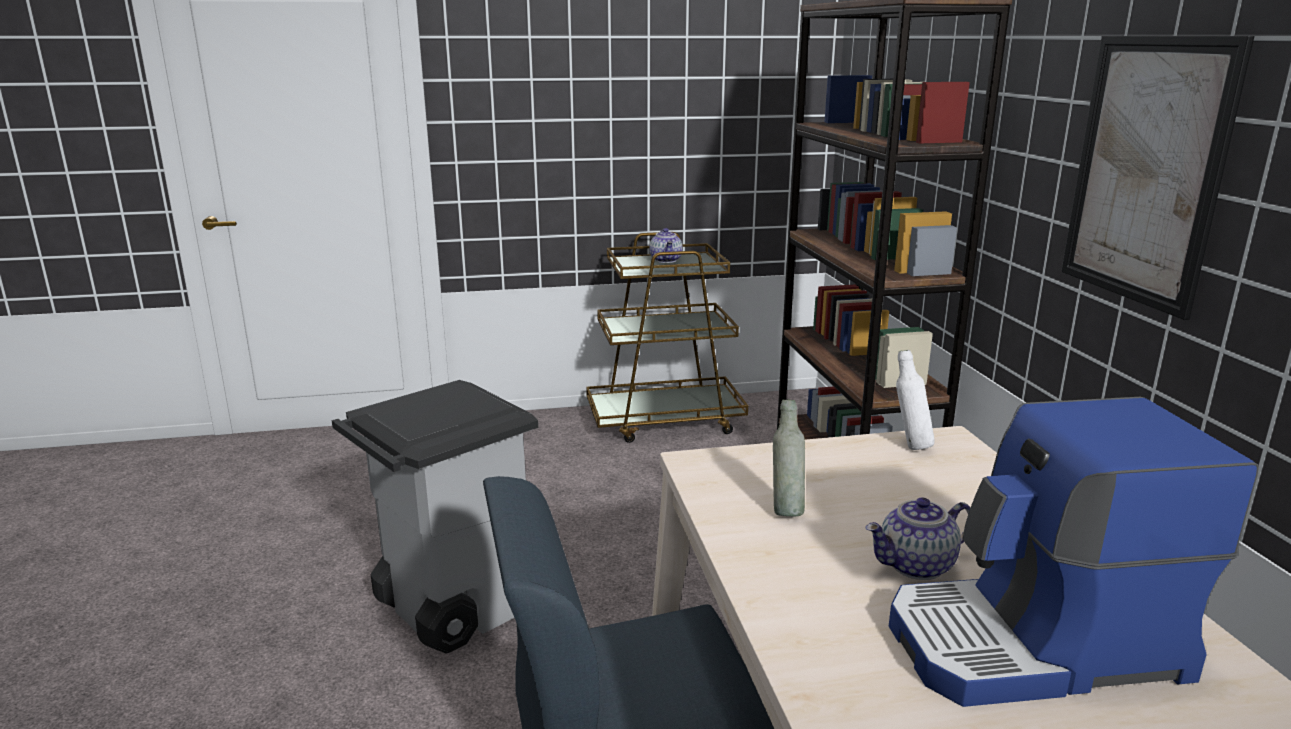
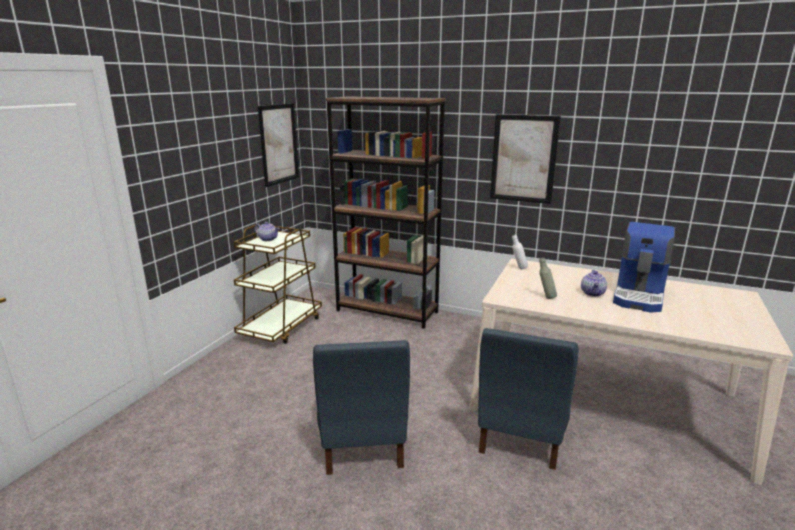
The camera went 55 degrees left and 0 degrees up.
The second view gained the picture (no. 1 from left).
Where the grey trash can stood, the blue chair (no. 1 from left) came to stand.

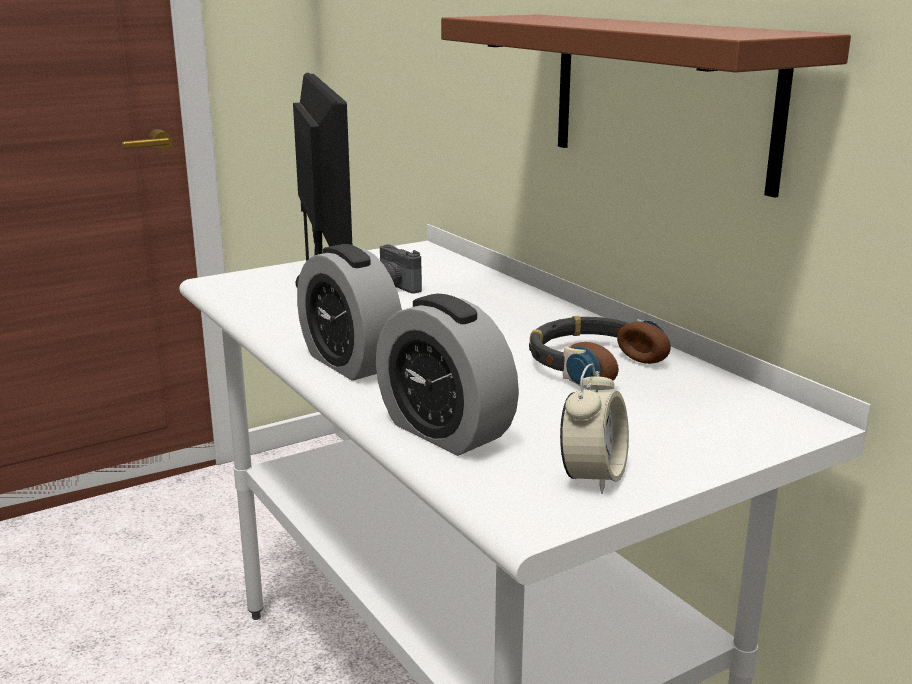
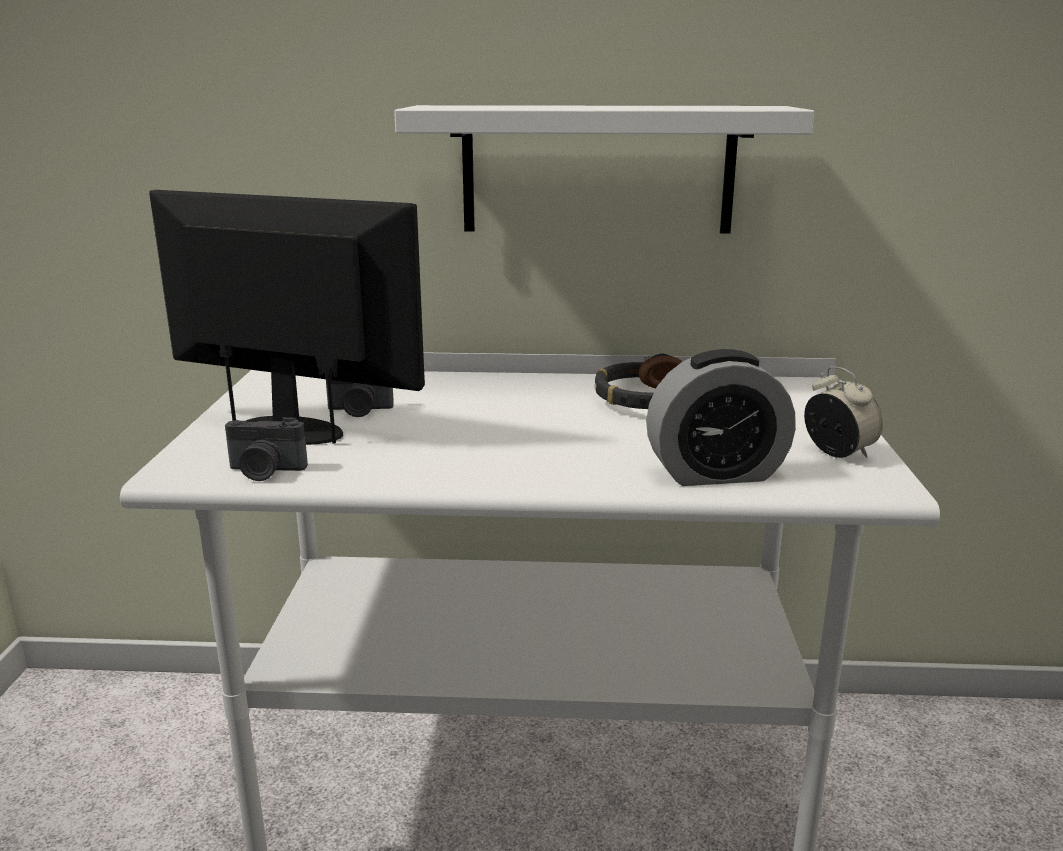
The camera went 55 degrees left and 0 degrees up.
The second view gained the photo camera (no. 1 from left).
What was the brown shelf turned into the white shelf.
The second view lost the alarm clock (no. 1 from left).

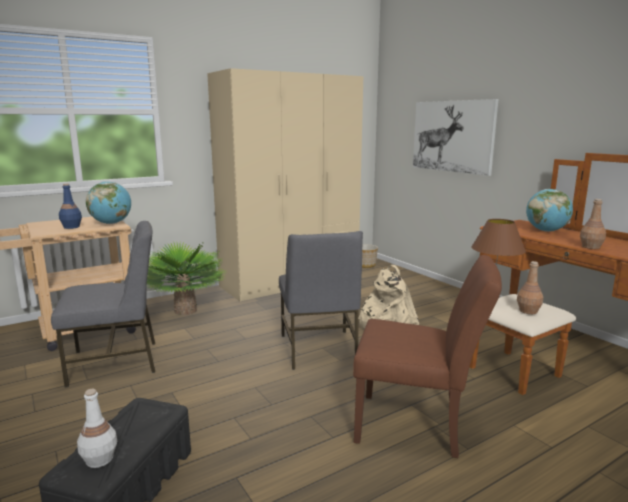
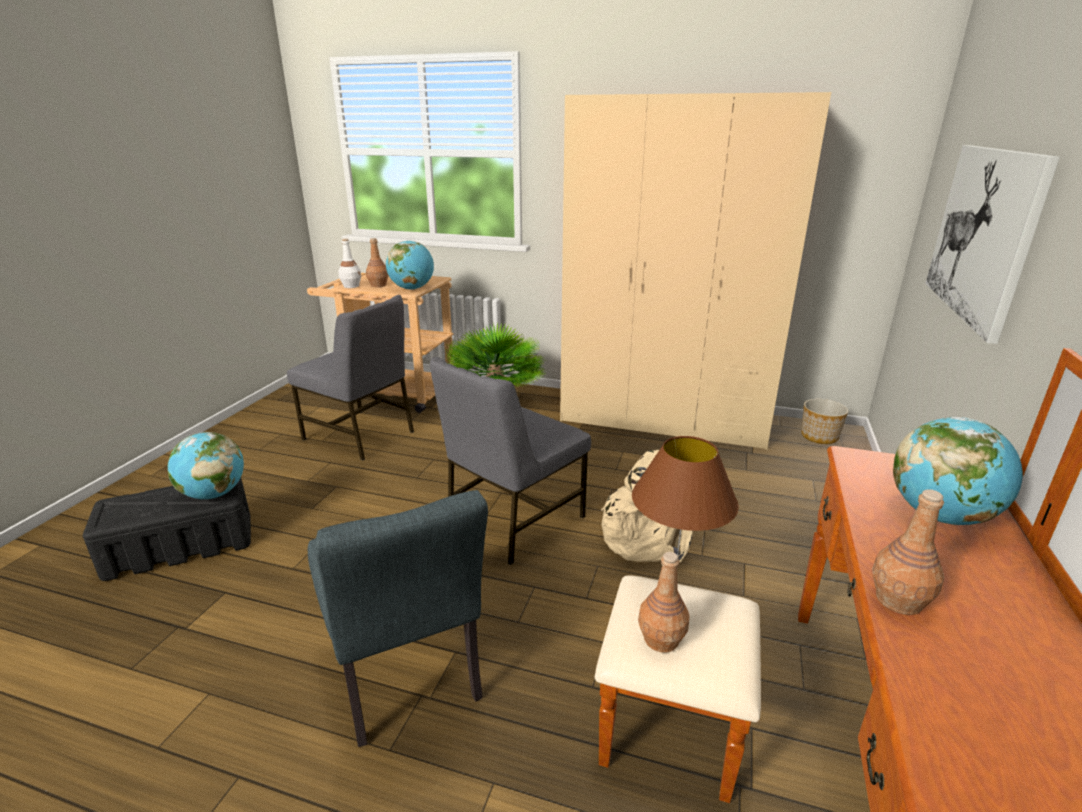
The camera went 50 degrees right and 10 degrees up.
The second view gained the globe (no. 1 from left).
What was the brown chair turned into the grey chair (no. 2 from left).
The white bottle ended up elsewhere.
What was the blue bottle turned into the brown bottle (no. 1 from left).

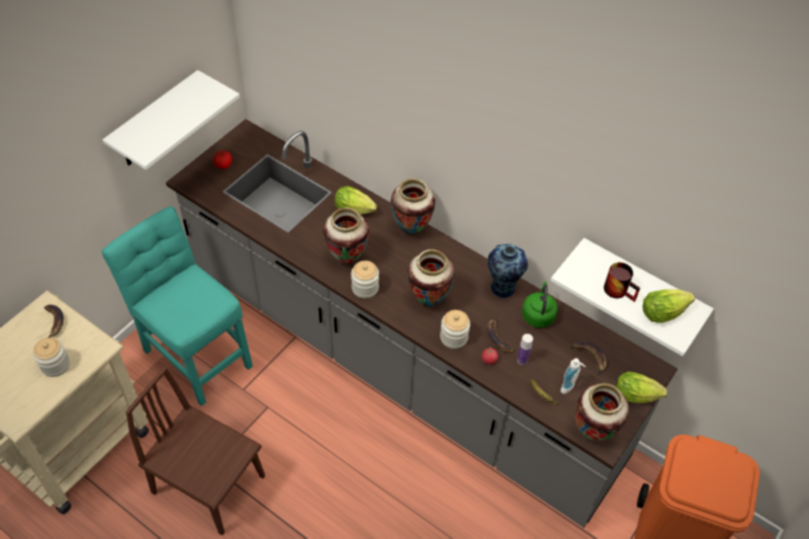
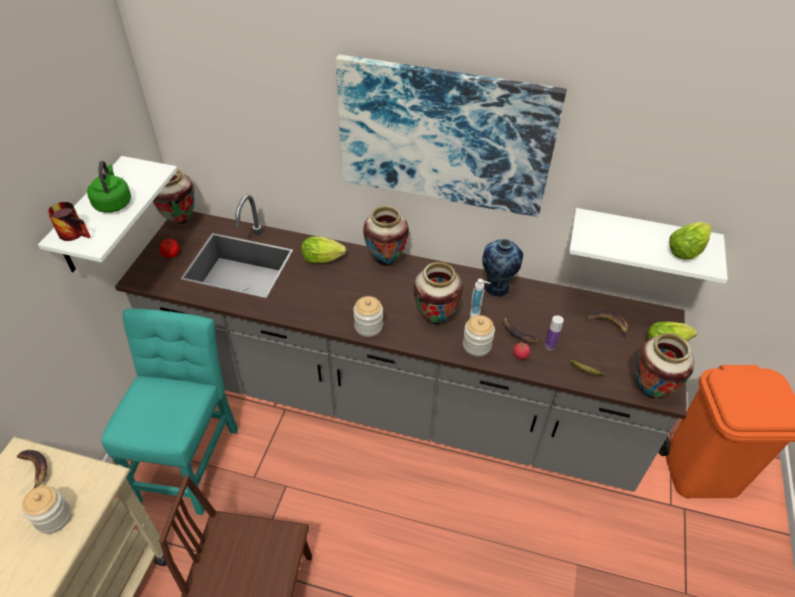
The camera went 20 degrees left and 5 degrees down.
The mug ended up elsewhere.
The green kettle ended up elsewhere.
The turquoise chair ended up facing another way, 75 degrees clockwise from before.
The vase (no. 1 from left) ended up elsewhere.
The second view gained the picture.
The soap dispenser ended up elsewhere.

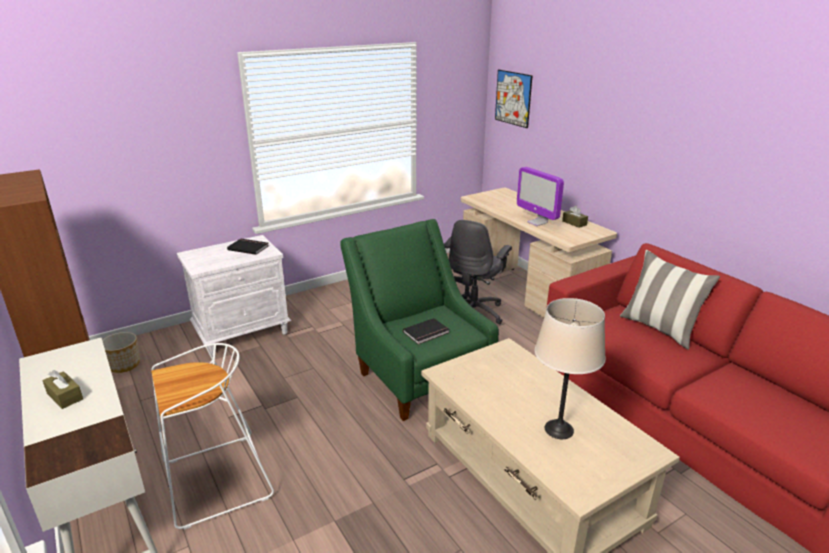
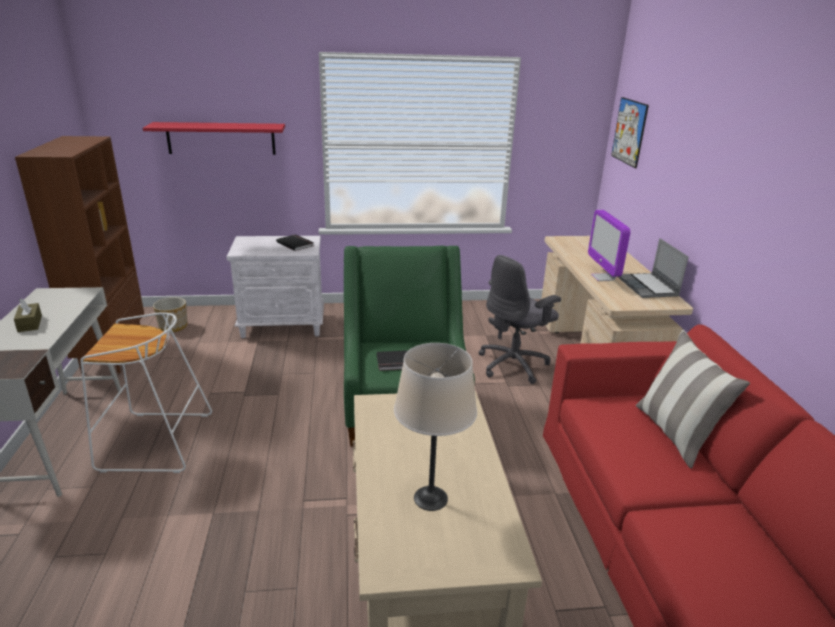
The camera went 25 degrees right and 0 degrees up.
The second view gained the red shelf.
Where the brown tissue box (no. 2 from left) stood, the laptop came to stand.

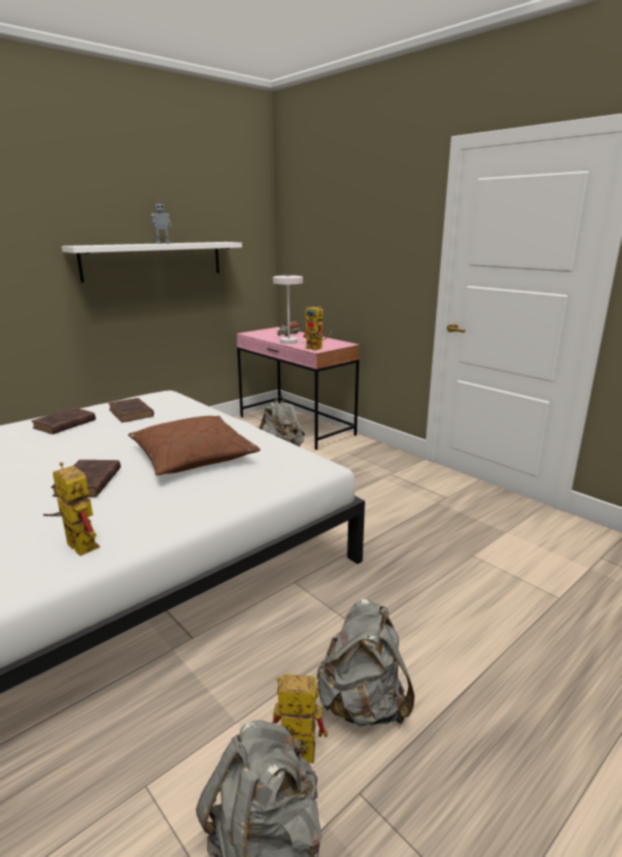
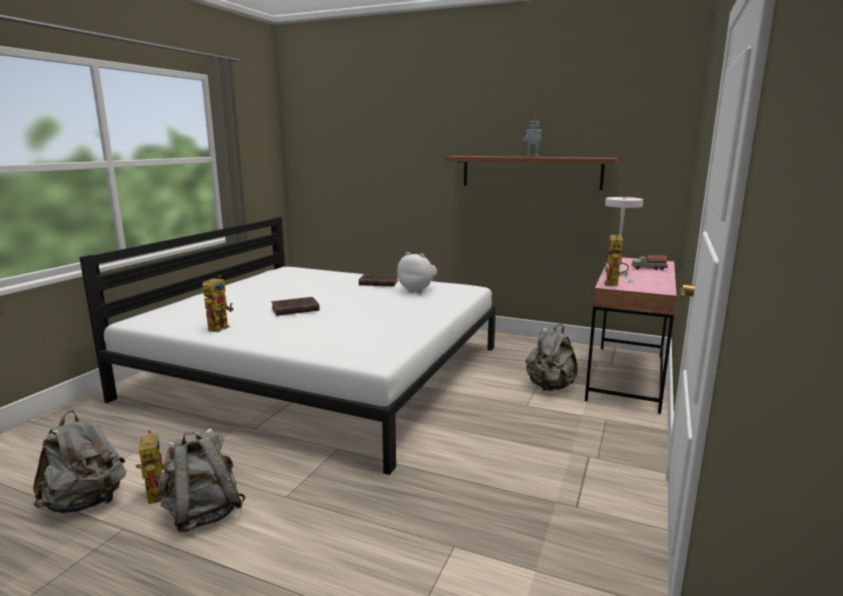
The camera went 65 degrees right and 5 degrees down.
Where the brown book (no. 3 from left) stood, the plush toy came to stand.
What was the white shelf turned into the brown shelf.
The second view lost the brown pillow.

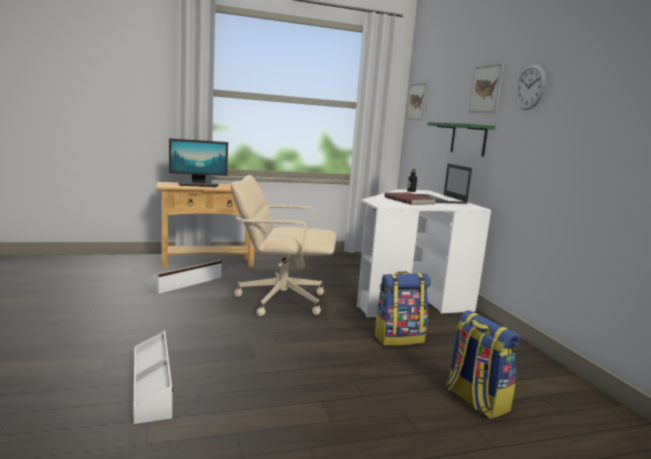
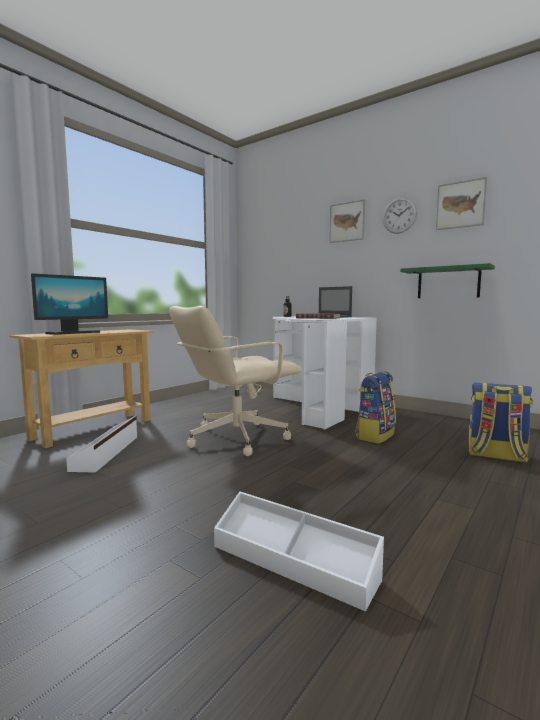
The camera went 35 degrees left and 5 degrees down.
The green shelf ended up elsewhere.
The picture (no. 1 from left in the first image) ended up elsewhere.

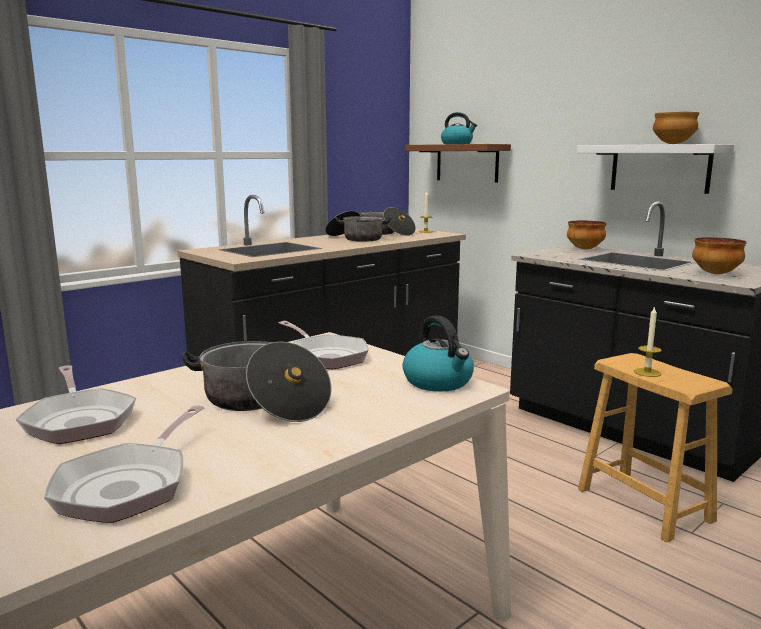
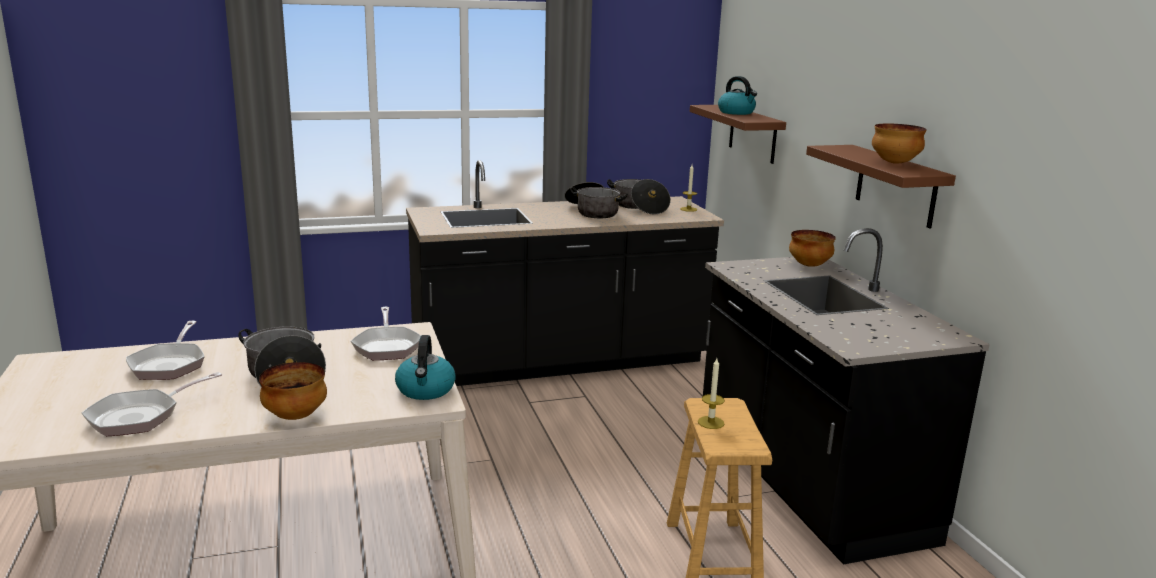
The camera went 25 degrees right and 5 degrees up.
The bowl (no. 3 from left in the first image) ended up elsewhere.
What was the white shelf turned into the brown shelf (no. 2 from left).

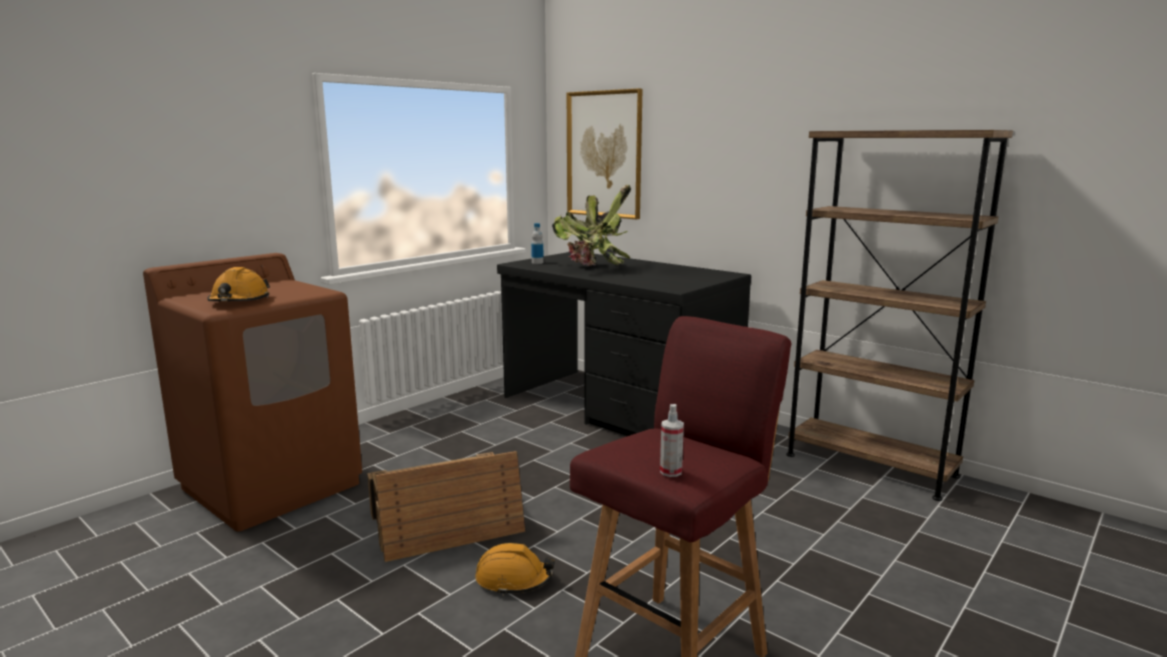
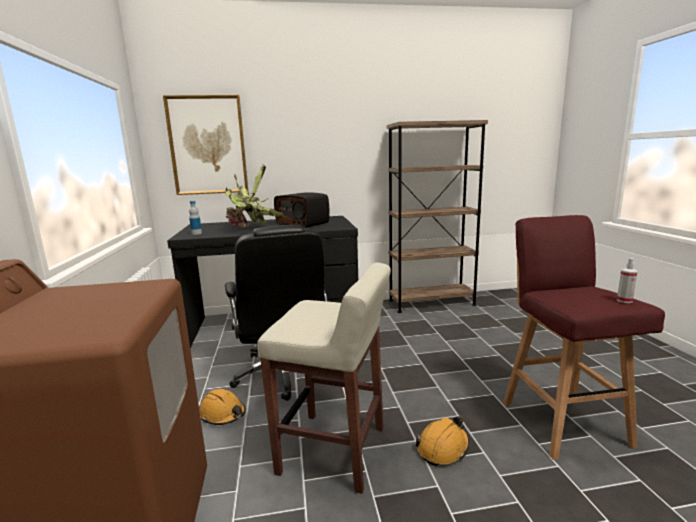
The camera went 50 degrees left and 0 degrees up.
The orange hard hat (no. 1 from left) ended up elsewhere.
The second view gained the black office chair.
Where the crate stood, the beige stool came to stand.
The second view gained the radio.

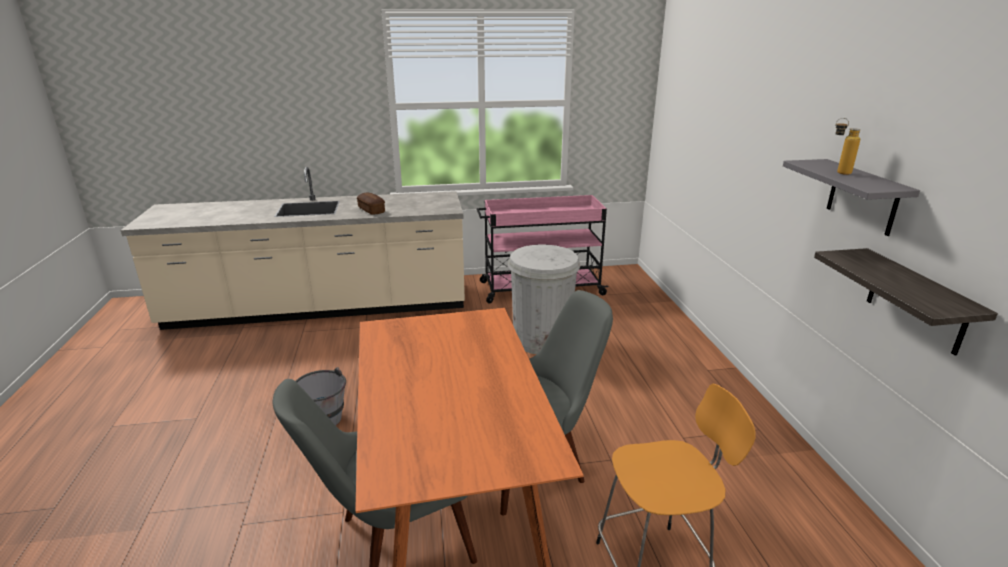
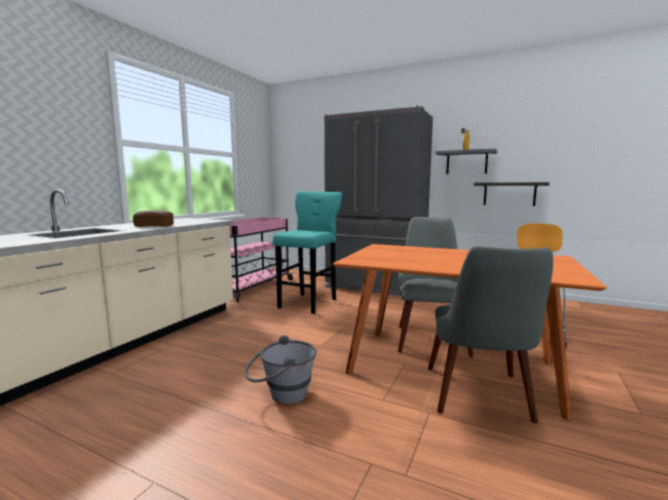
The camera went 55 degrees left and 15 degrees down.
Where the white trash can stood, the turquoise stool came to stand.
The second view gained the grey fridge.

